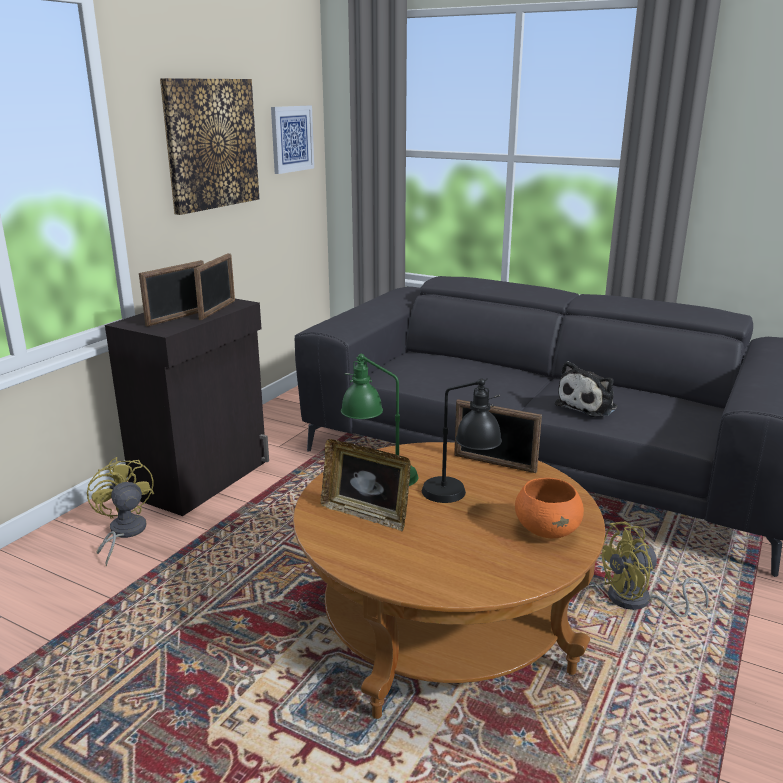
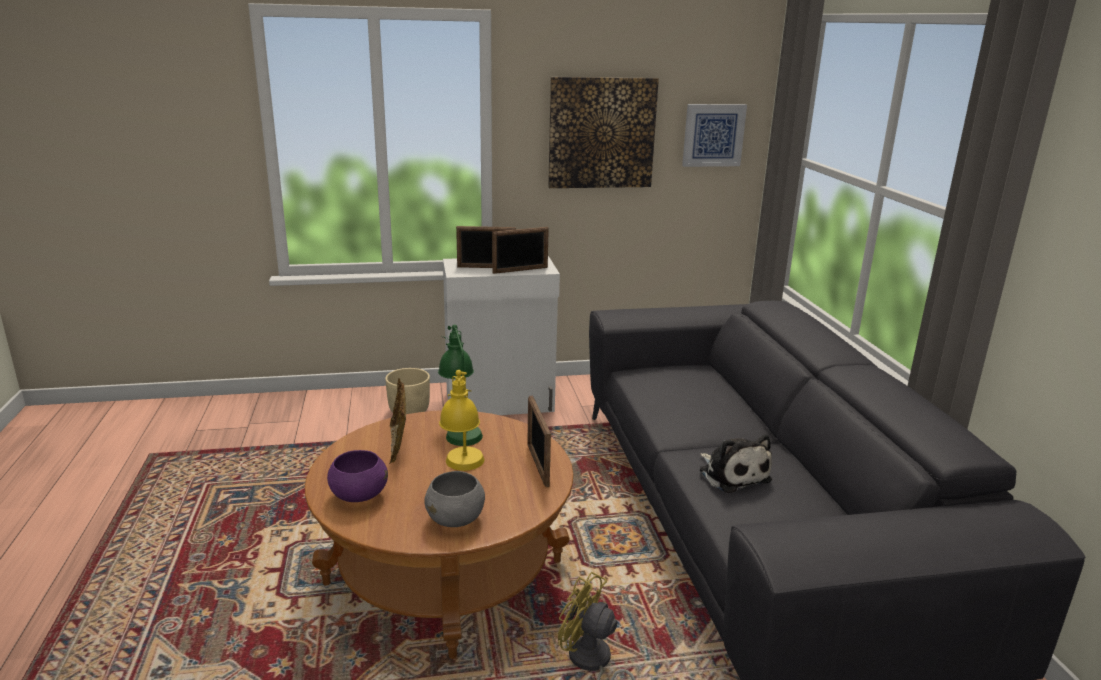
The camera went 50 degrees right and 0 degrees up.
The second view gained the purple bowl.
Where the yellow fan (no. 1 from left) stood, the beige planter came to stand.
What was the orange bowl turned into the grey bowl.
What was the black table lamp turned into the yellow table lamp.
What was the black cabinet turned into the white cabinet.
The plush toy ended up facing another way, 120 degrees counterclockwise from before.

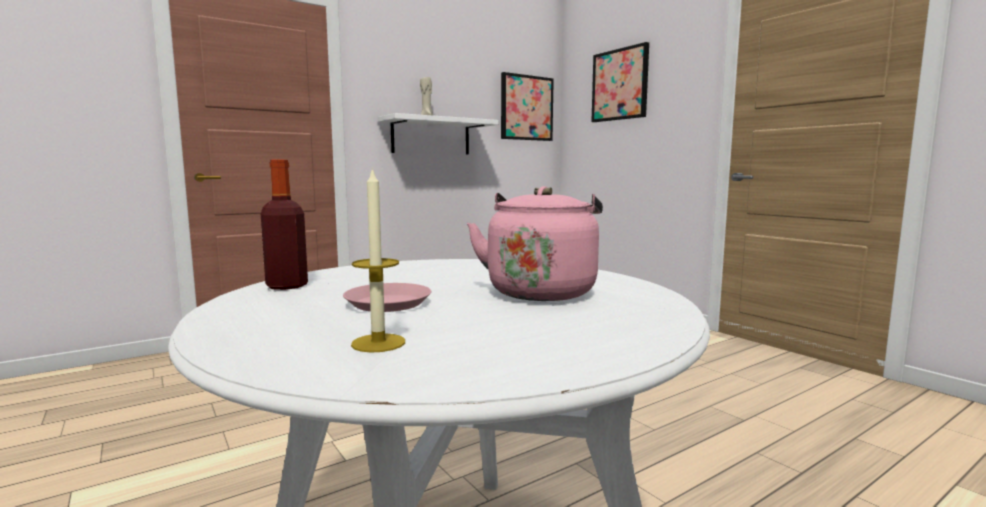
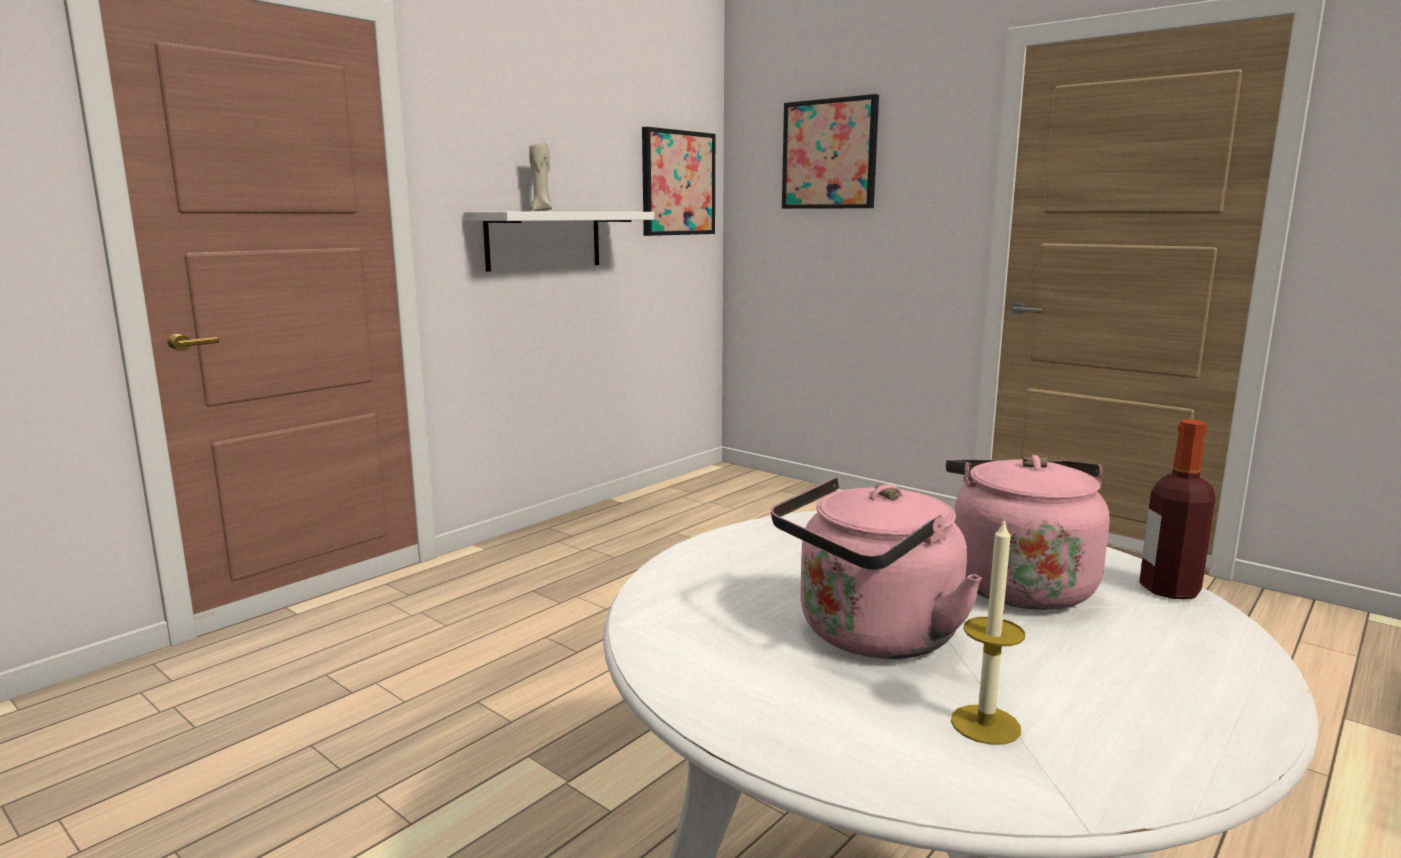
The camera went 15 degrees left and 5 degrees up.
Where the pink plate stood, the pink kettle (no. 1 from left) came to stand.
The bottle ended up elsewhere.

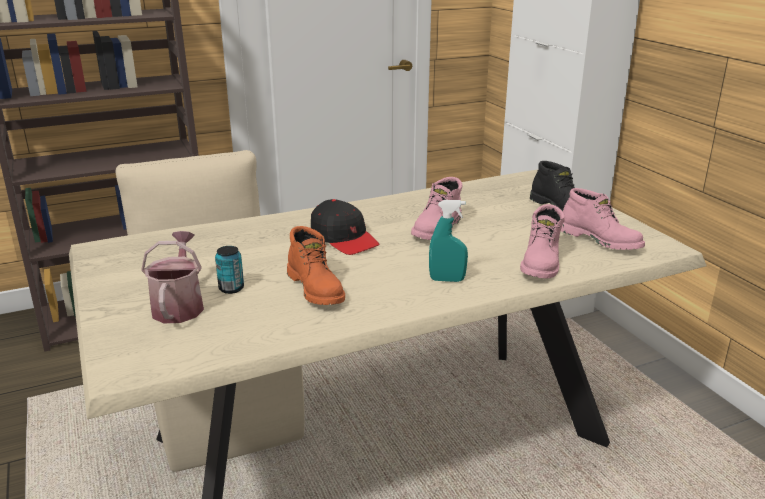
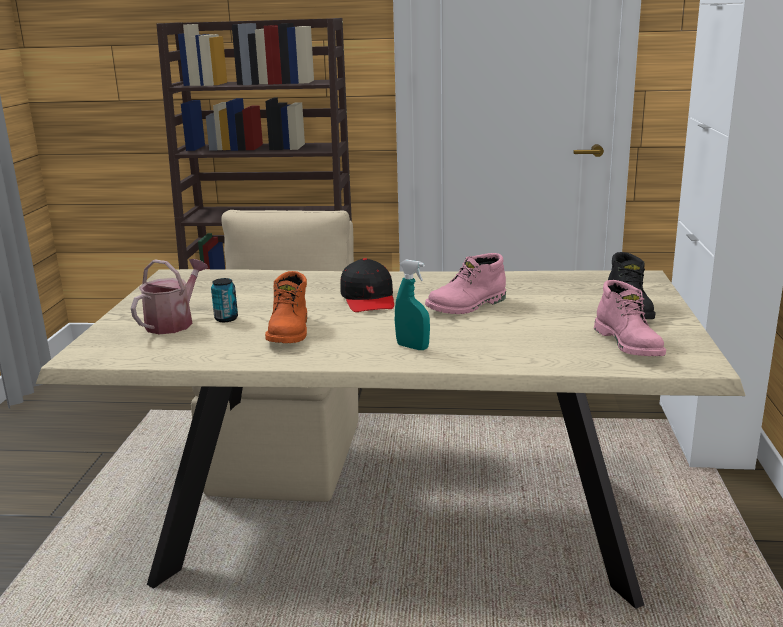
The camera went 30 degrees right and 5 degrees down.
The second view lost the pink boot (no. 2 from left).

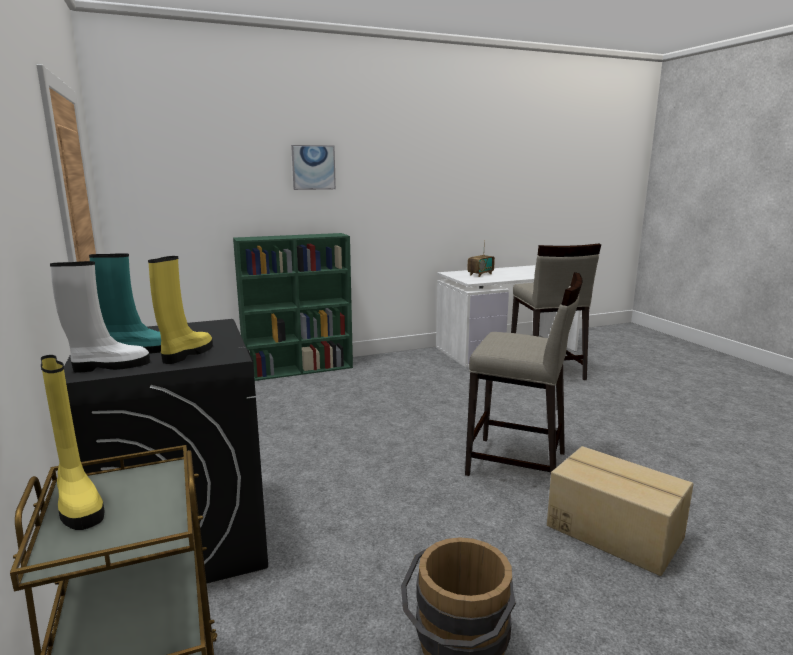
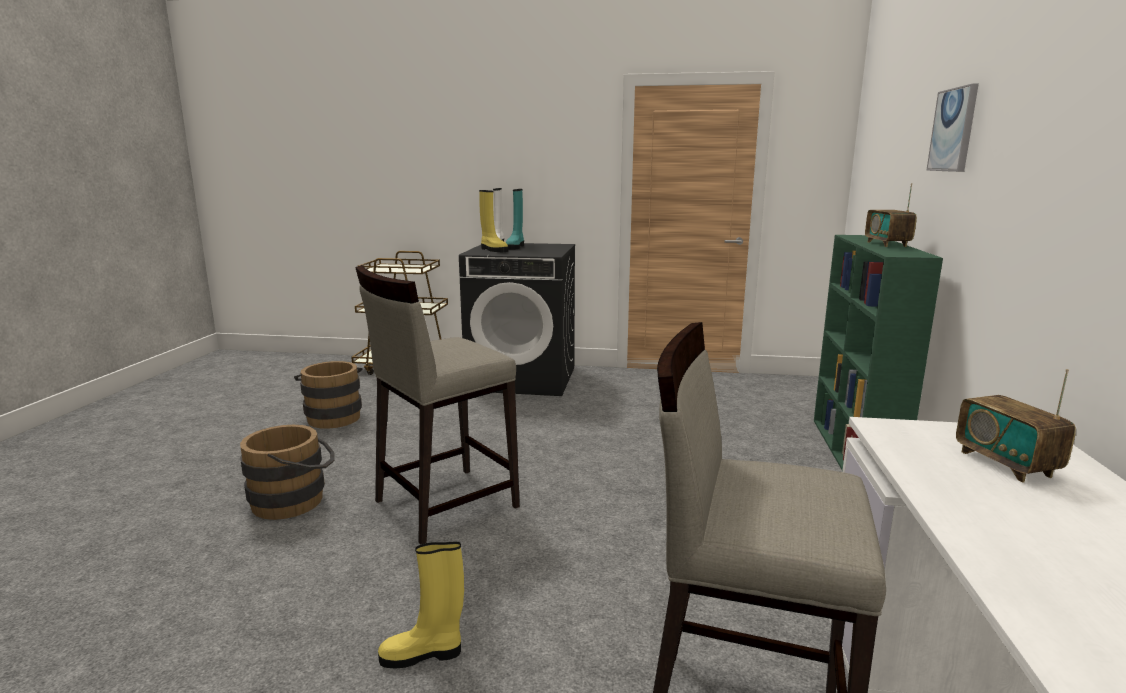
The camera went 120 degrees right and 0 degrees up.
Where the cardboard box stood, the brown bucket (no. 1 from left) came to stand.
The yellow boot (no. 1 from left) ended up elsewhere.
The second view gained the radio (no. 1 from left).

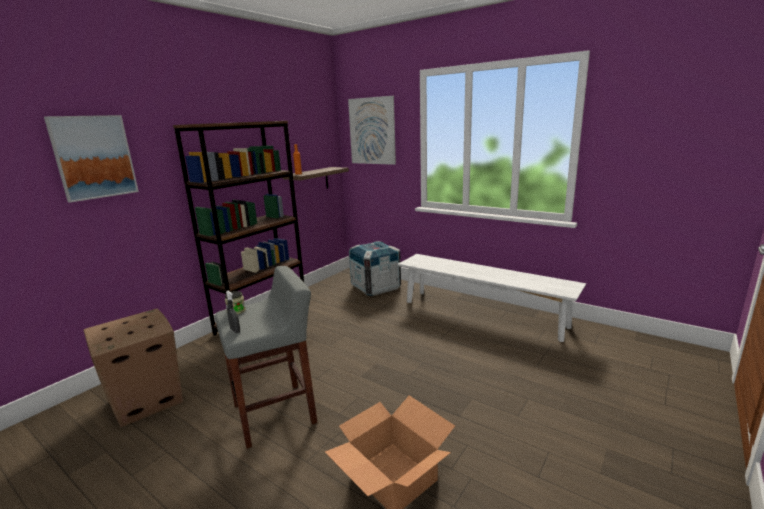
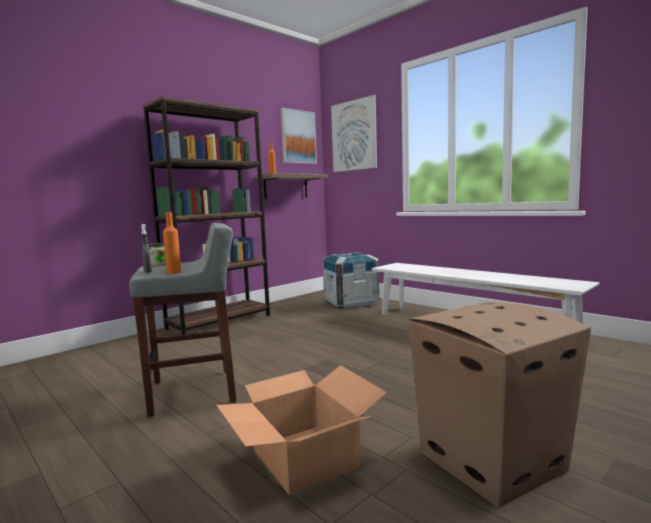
The camera went 10 degrees right and 10 degrees down.
The second view gained the orange bottle (no. 1 from left).
The picture (no. 1 from left) ended up elsewhere.
The cardboard box (no. 1 from left in the first image) ended up elsewhere.

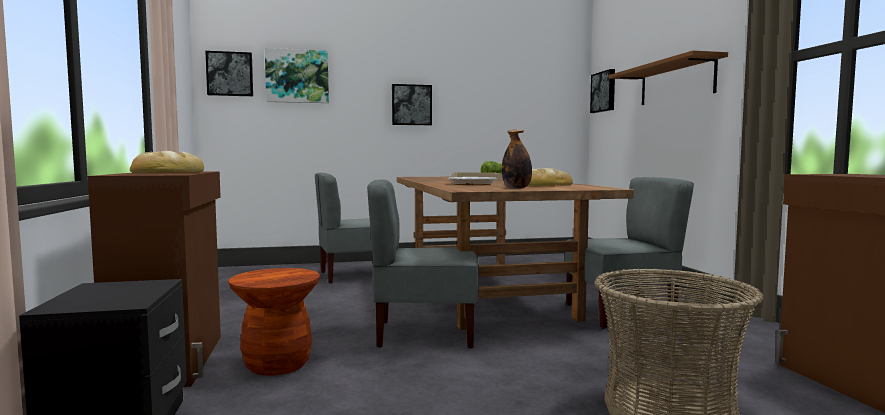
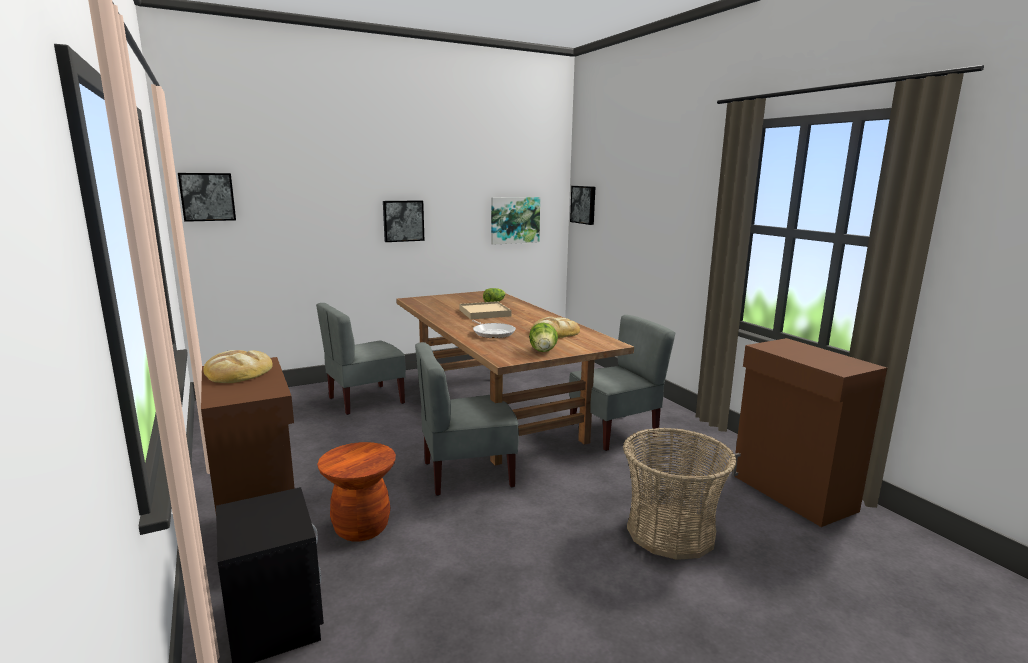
The camera went 15 degrees left and 10 degrees up.
The picture (no. 2 from left in the first image) ended up elsewhere.
Where the bottle stood, the lettuce (no. 2 from left) came to stand.
The second view lost the brown shelf.

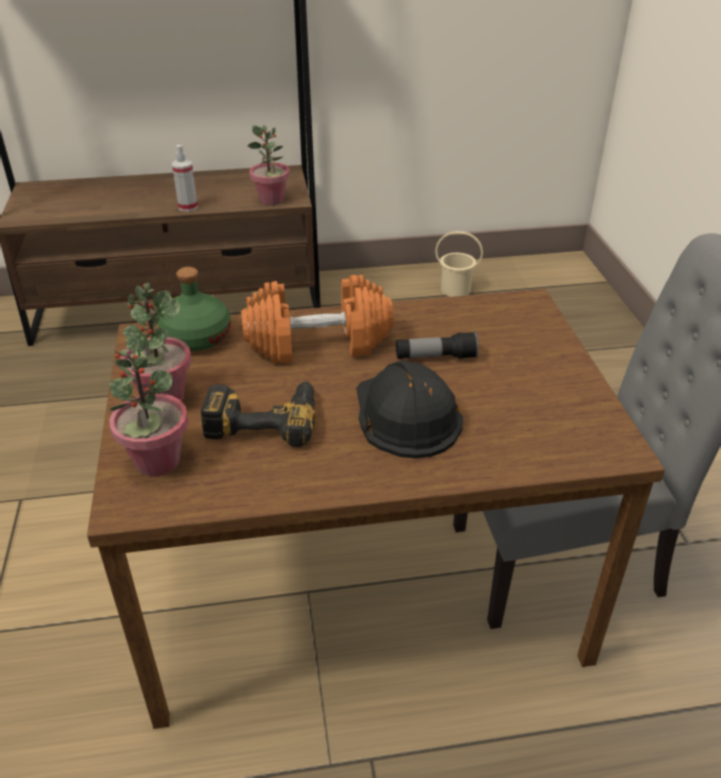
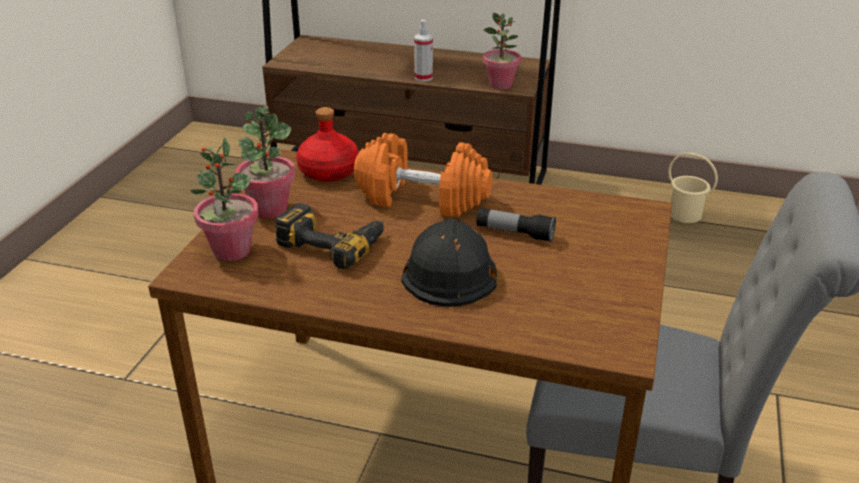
The camera went 25 degrees right and 5 degrees down.
What was the green bottle turned into the red bottle.

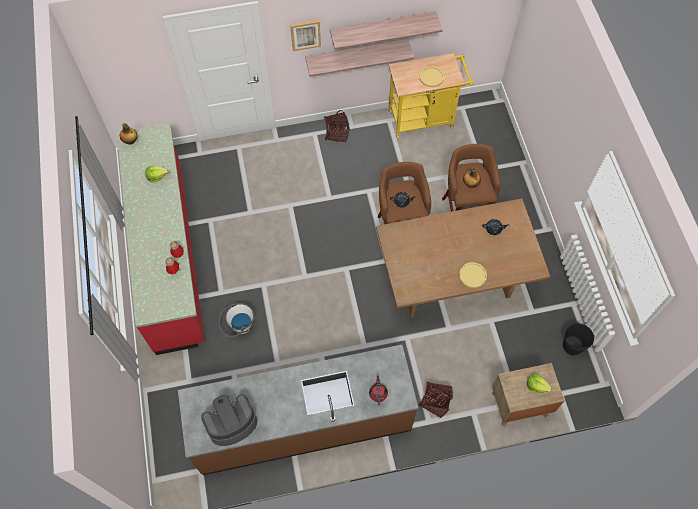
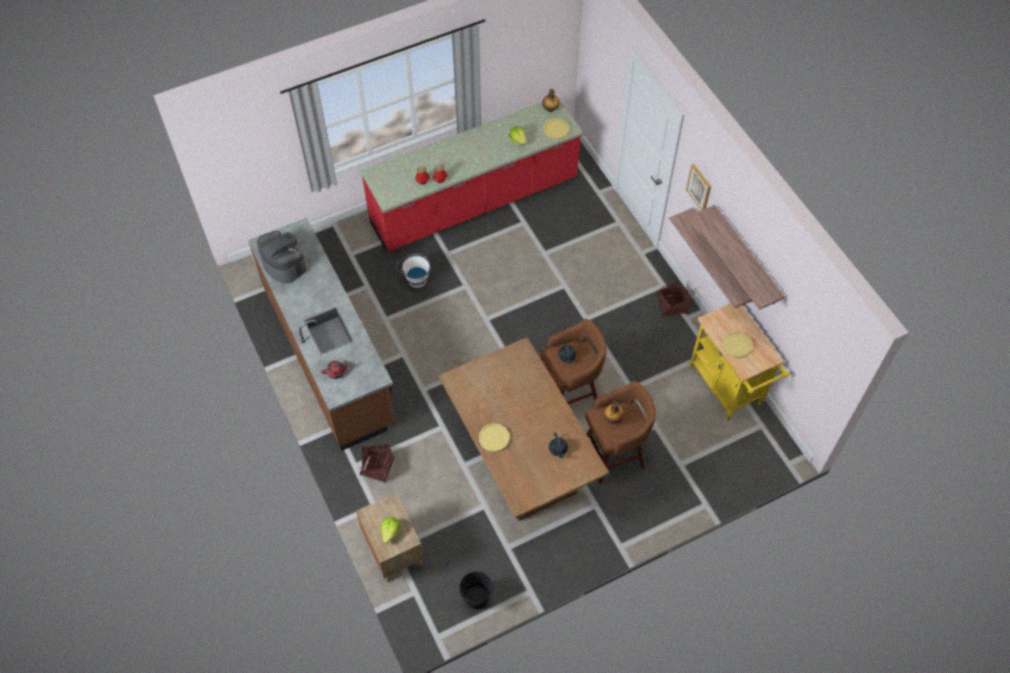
The camera went 75 degrees right and 5 degrees down.
The second view gained the yellow plate (no. 2 from left).

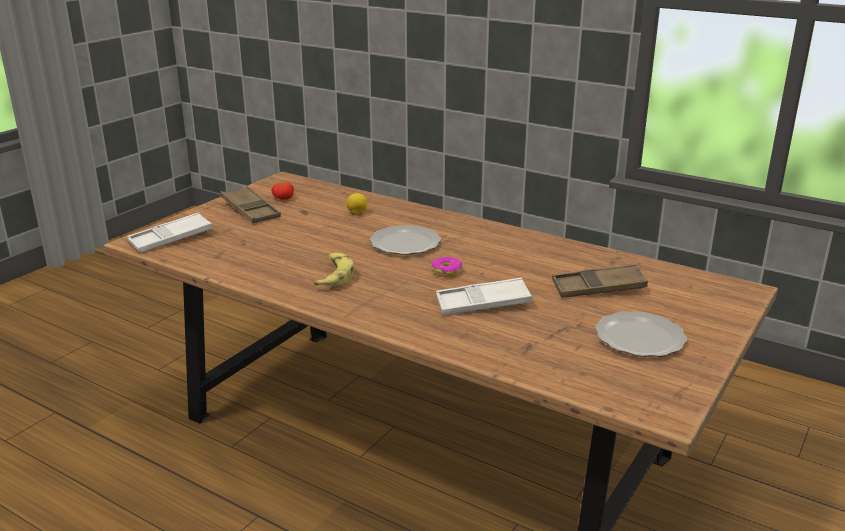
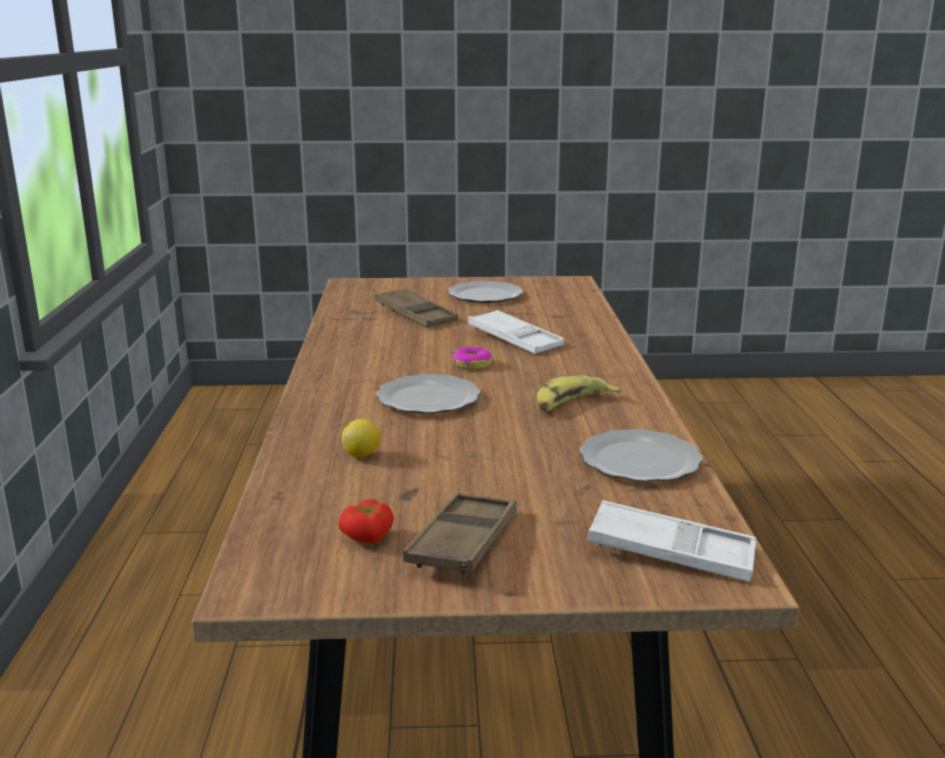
The camera went 125 degrees left and 5 degrees down.
The second view gained the plate (no. 3 from left).

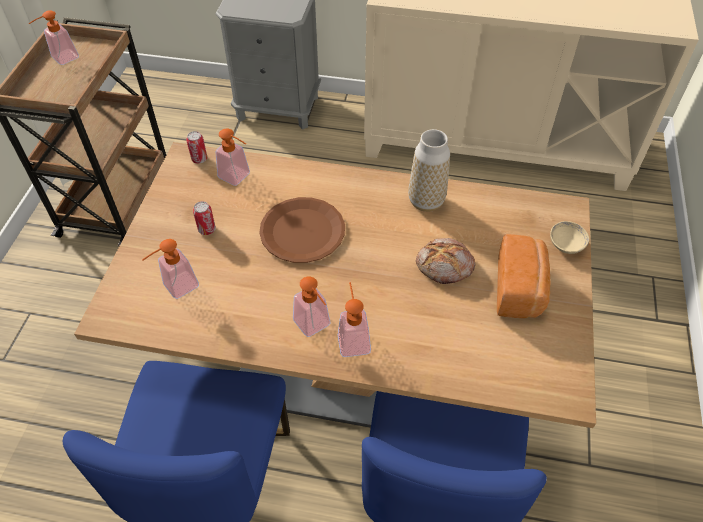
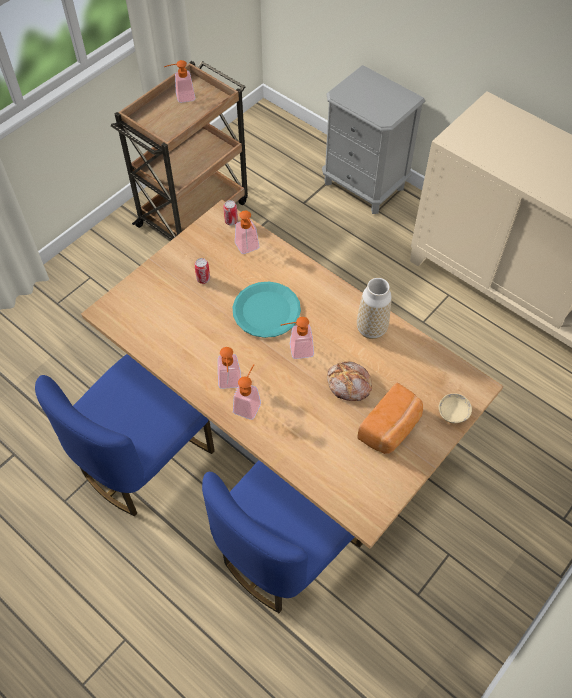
The camera went 30 degrees right and 5 degrees up.
What was the brown plate turned into the turquoise plate.
The soap dispenser (no. 2 from left in the first image) ended up elsewhere.

